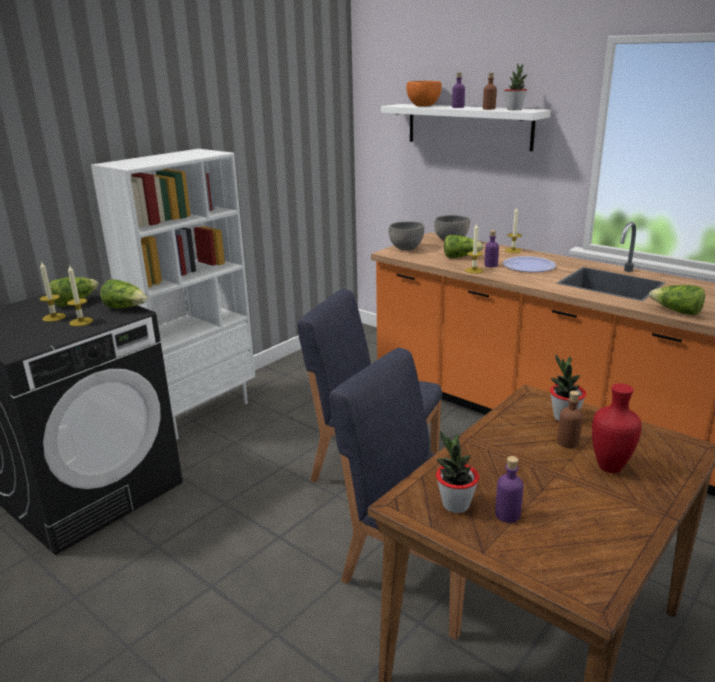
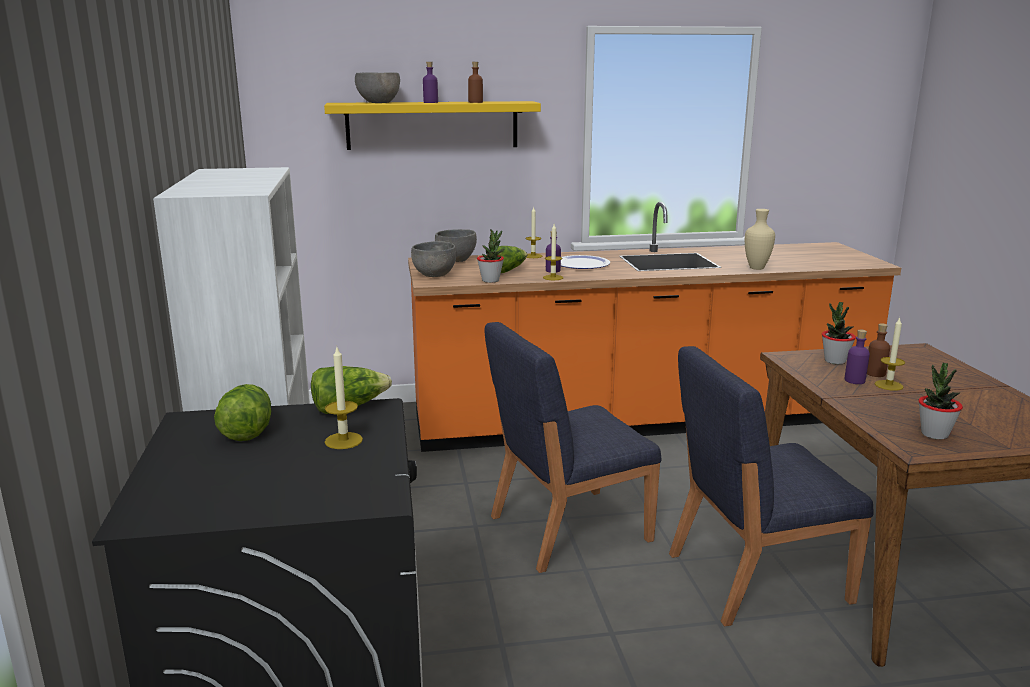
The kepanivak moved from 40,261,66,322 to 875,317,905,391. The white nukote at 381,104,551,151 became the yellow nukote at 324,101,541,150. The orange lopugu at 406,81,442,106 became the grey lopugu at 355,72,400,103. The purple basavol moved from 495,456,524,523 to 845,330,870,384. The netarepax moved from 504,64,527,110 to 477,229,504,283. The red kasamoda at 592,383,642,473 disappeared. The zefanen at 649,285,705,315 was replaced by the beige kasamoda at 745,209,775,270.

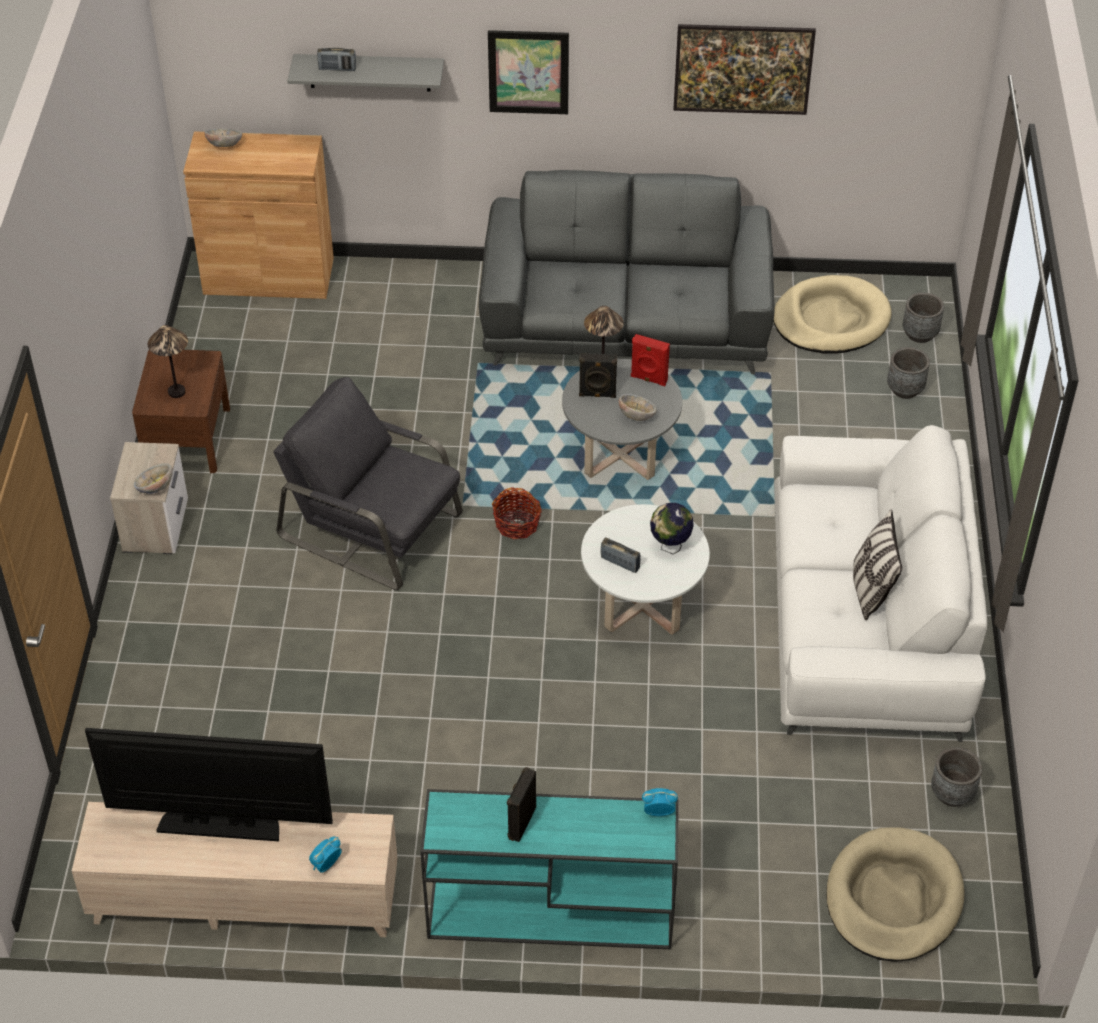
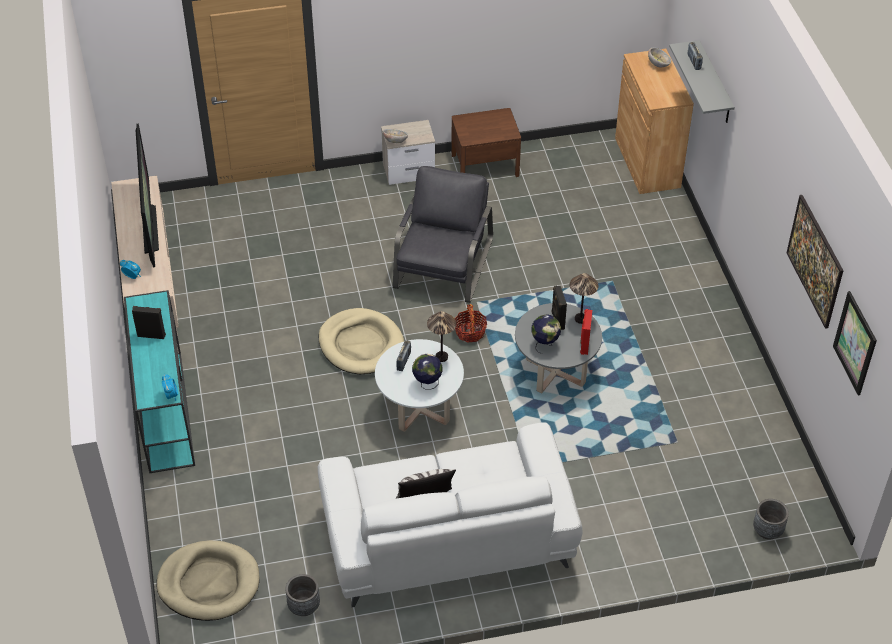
The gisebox moved from 148,325,188,398 to 427,311,457,362. The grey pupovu at 479,170,774,374 disappeared. The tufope moved from 488,30,569,114 to 833,291,877,395. The lopugu at 619,394,656,421 was replaced by the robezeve at 531,314,561,354. The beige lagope moved from 773,275,892,354 to 319,308,404,374. The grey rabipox at 887,347,930,399 disappeared.

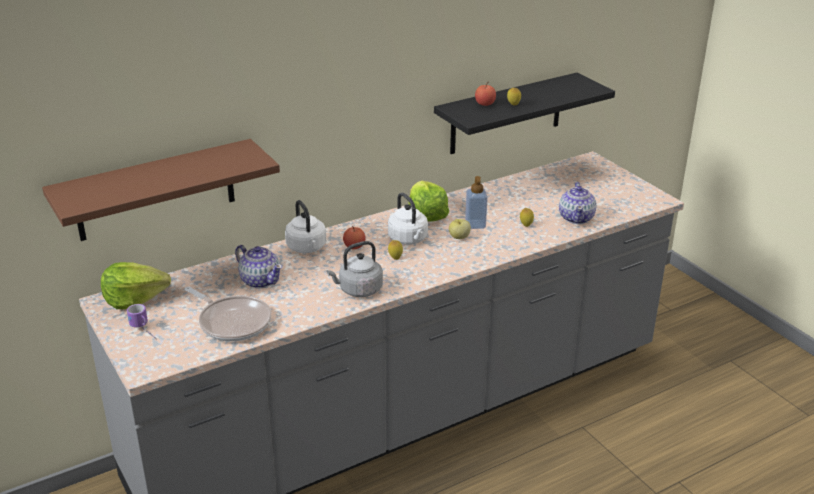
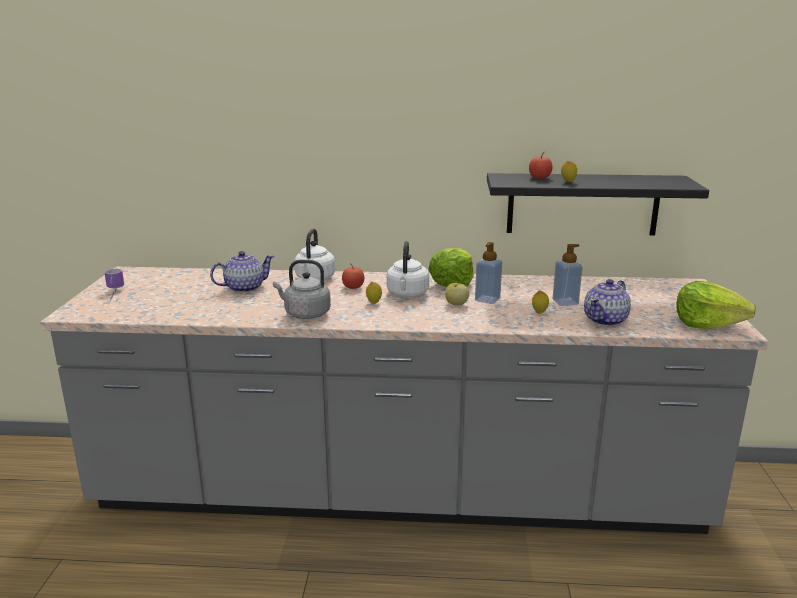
The brown nukote at 42,139,280,241 disappeared. The zefanen moved from 101,262,171,309 to 676,281,756,329. The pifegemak at 185,287,271,342 disappeared. The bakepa at 235,245,282,288 turned 105 degrees counterclockwise. The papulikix at 553,244,583,306 appeared.

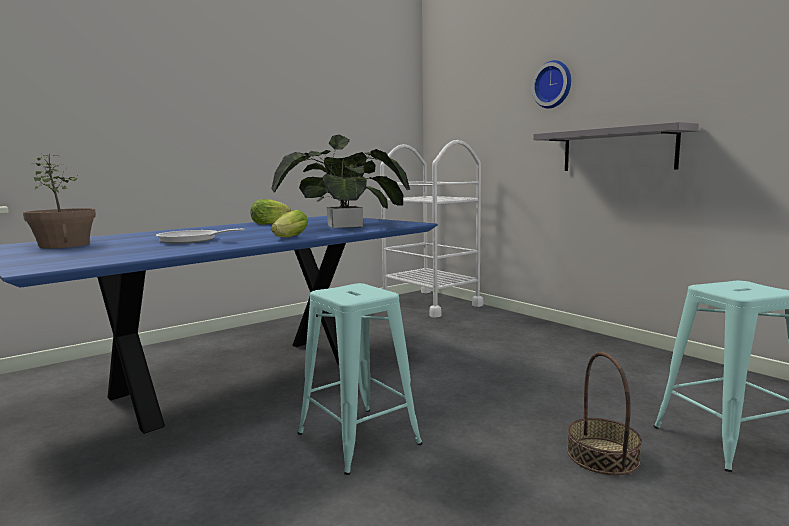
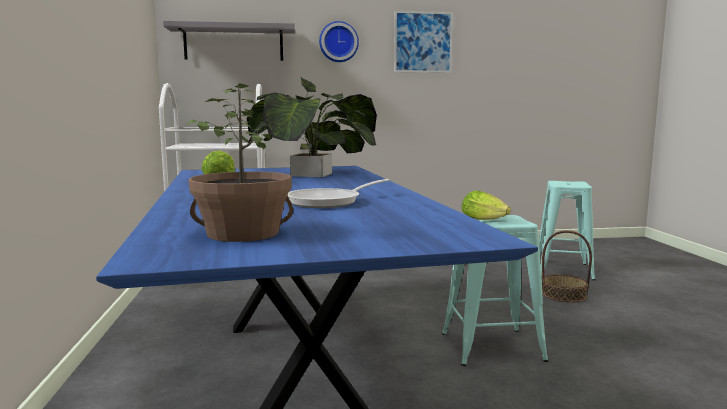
The zefanen moved from 271,210,308,237 to 462,191,511,220. The grey nukote moved from 533,122,699,171 to 163,21,295,61. The tufope at 394,11,453,73 appeared.

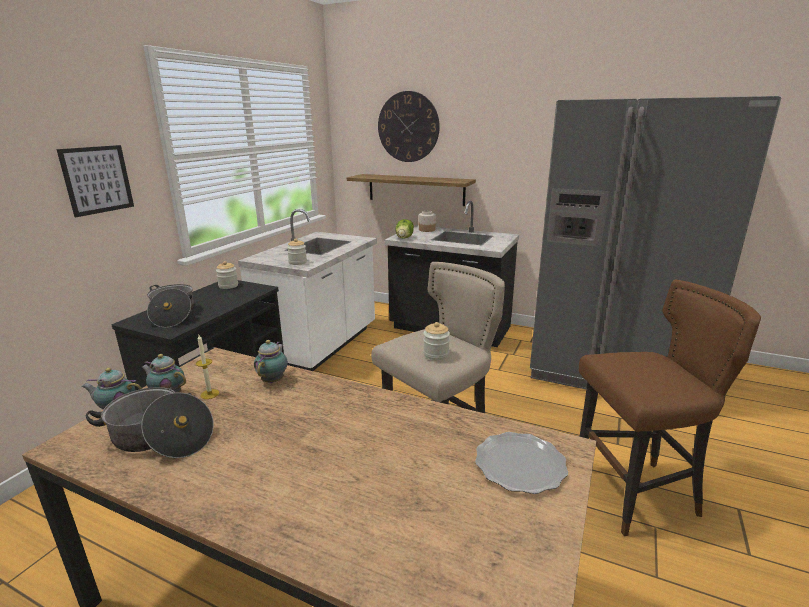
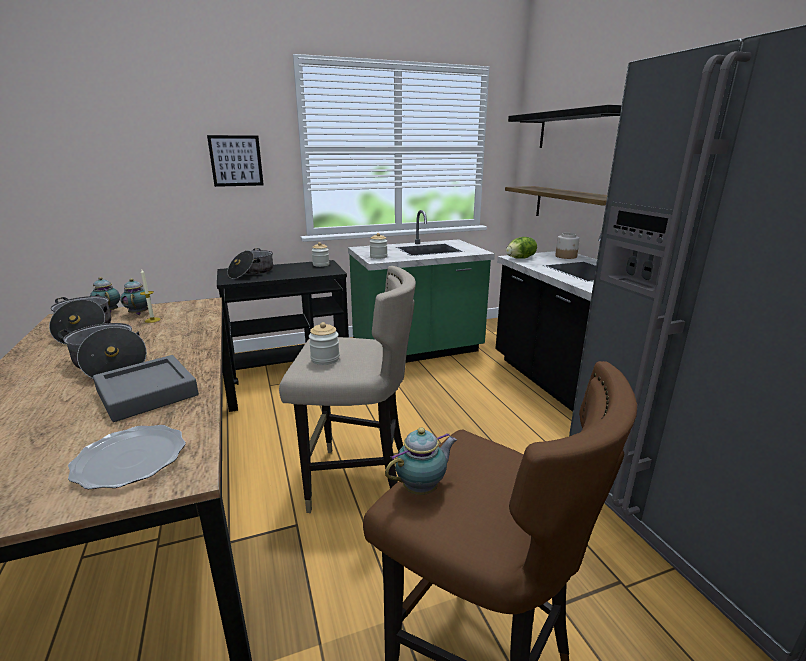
The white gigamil at 238,209,377,371 became the green gigamil at 348,210,495,363. The bakepa moved from 254,340,288,383 to 385,427,457,495. The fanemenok at 378,91,440,162 was replaced by the black nukote at 508,105,622,148. The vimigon at 58,323,147,379 appeared. The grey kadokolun at 93,355,199,422 appeared.

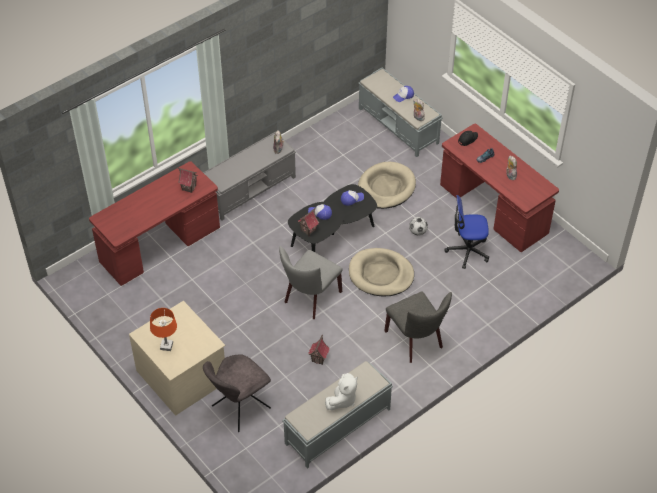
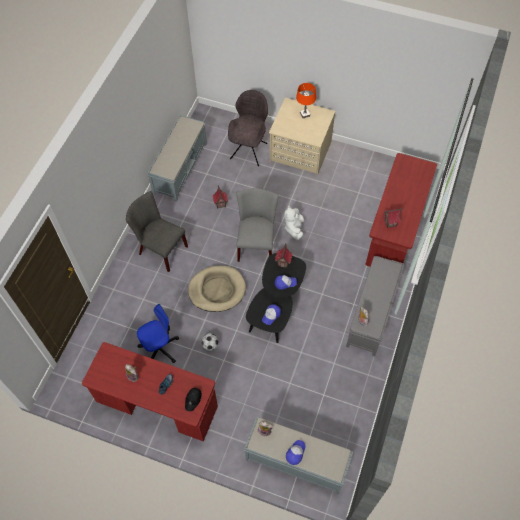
The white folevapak moved from 325,373,358,410 to 284,206,304,240. The beige lagope at 358,161,416,209 disappeared.

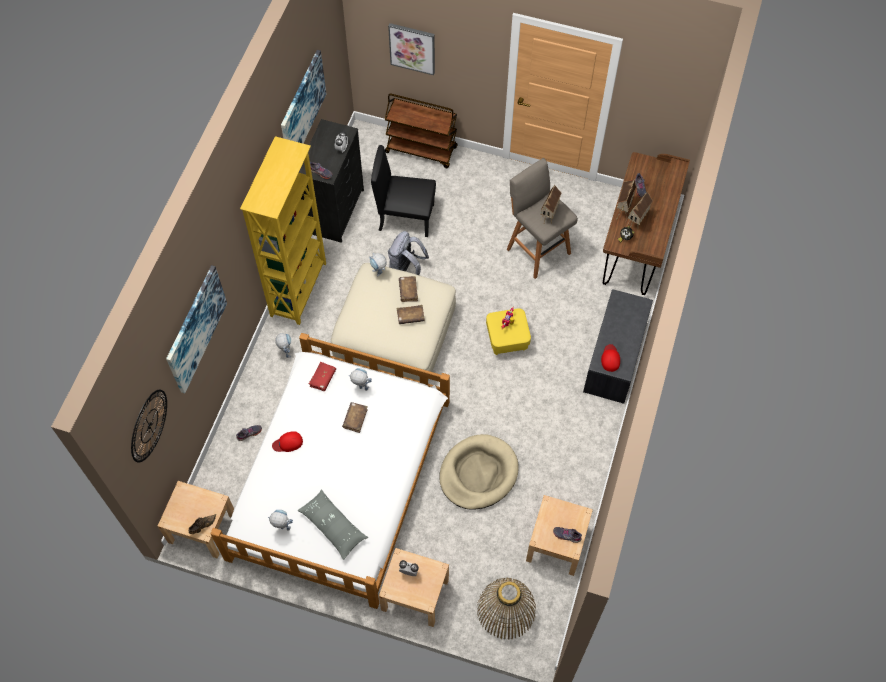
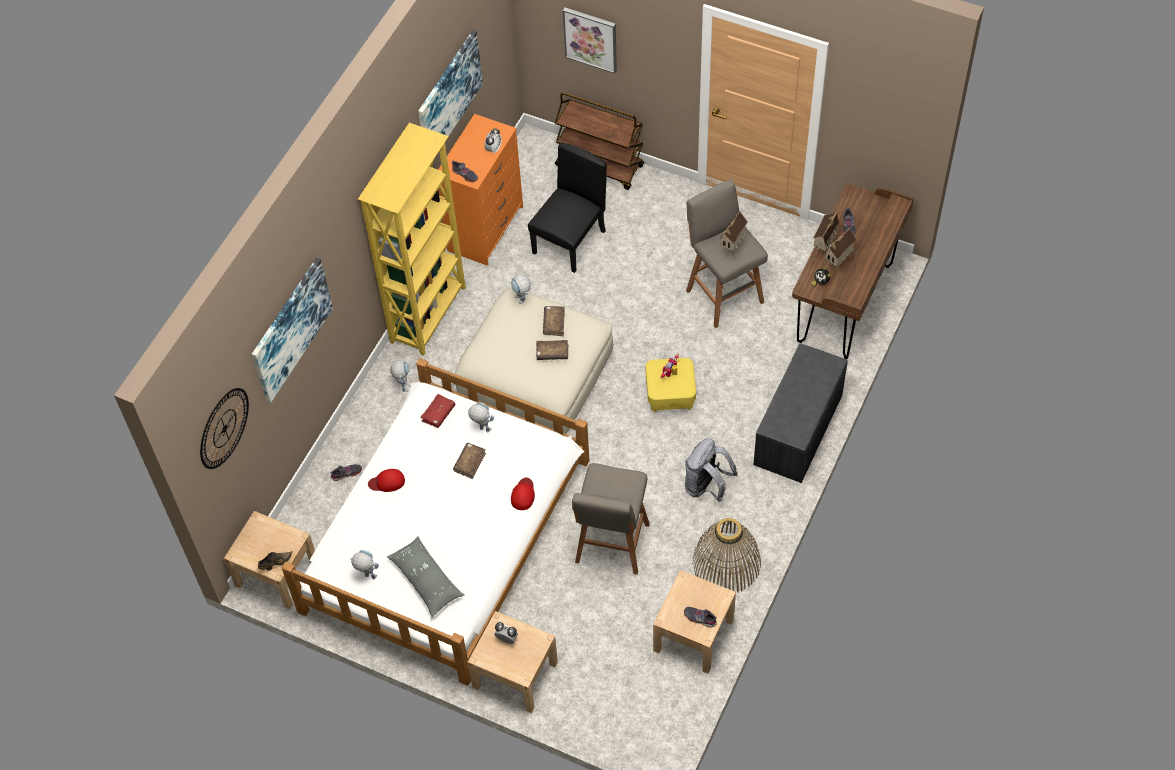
The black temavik at 299,119,364,243 became the orange temavik at 438,114,523,266. The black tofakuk at 371,145,436,237 turned 105 degrees clockwise. The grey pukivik moved from 388,231,429,275 to 685,438,738,502. The beige lagope at 439,434,519,510 was replaced by the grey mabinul at 572,463,650,575. The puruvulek moved from 477,578,536,640 to 692,518,761,592. The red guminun moved from 601,344,620,372 to 511,477,535,510.

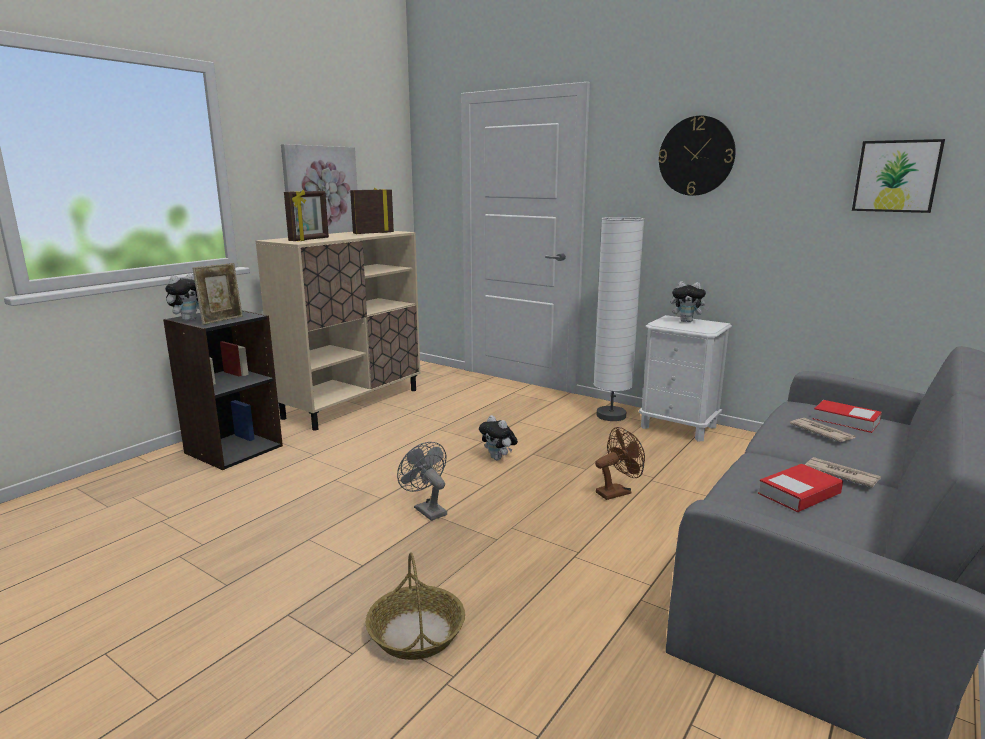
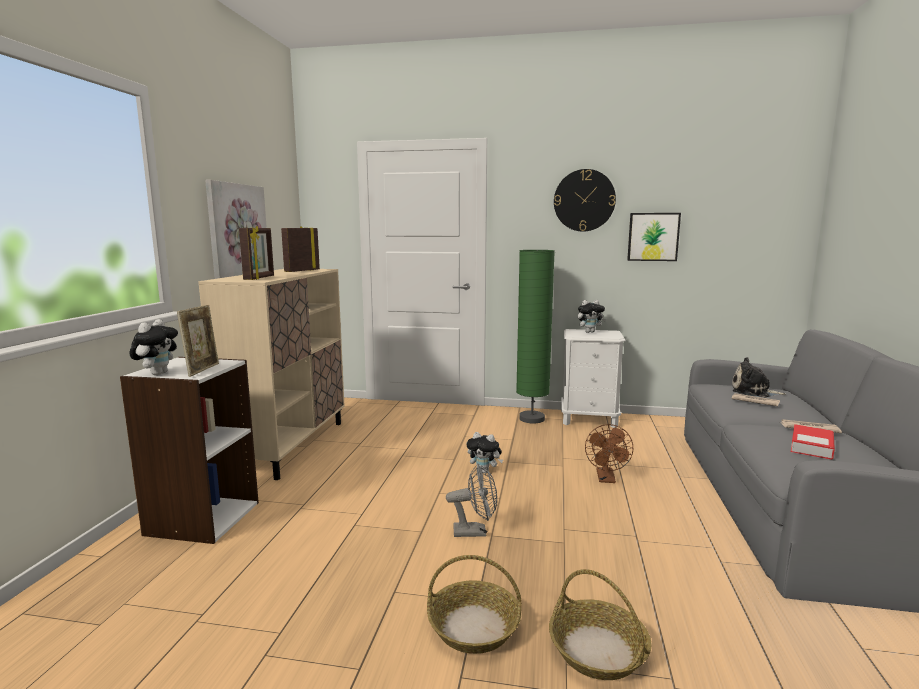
The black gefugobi at 163,310,283,470 became the white gefugobi at 120,357,259,544. The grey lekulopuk at 397,442,447,521 turned 150 degrees clockwise. The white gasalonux at 594,217,644,421 became the green gasalonux at 516,250,555,423. The brown lekulopuk at 595,427,645,500 turned 150 degrees clockwise. The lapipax at 813,400,882,433 was replaced by the folevapak at 732,357,786,397. The tufope moved from 852,139,945,213 to 627,213,681,261. The puruvulek at 427,555,522,654 appeared.

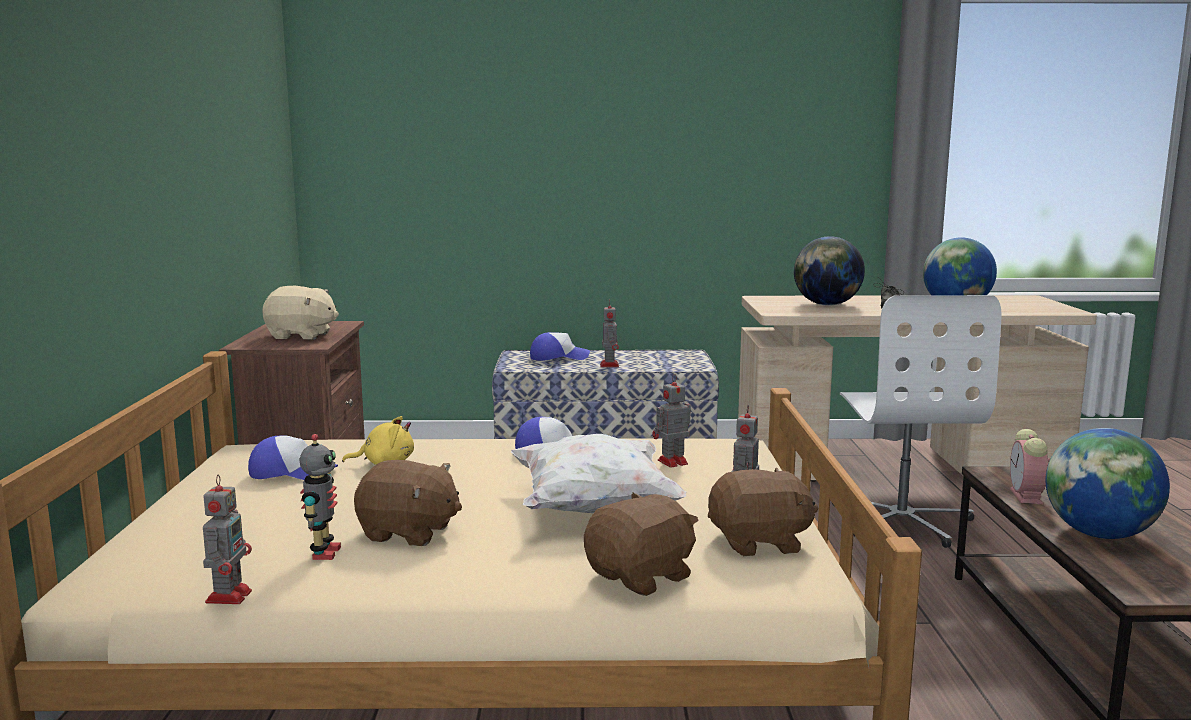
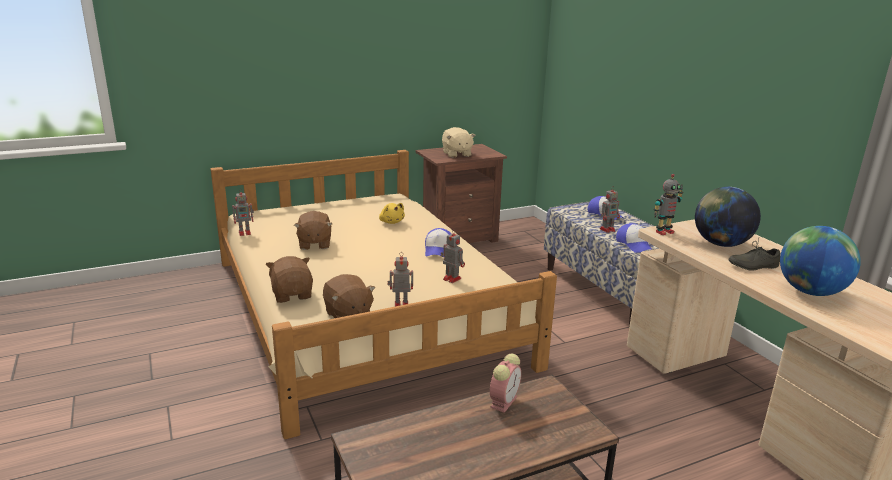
The guminun moved from 248,435,338,480 to 616,223,653,253. The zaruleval moved from 299,434,341,560 to 654,174,683,235. The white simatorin at 511,434,687,513 disappeared. The brown folevapak at 584,493,699,596 turned 135 degrees counterclockwise. The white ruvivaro at 832,295,1002,548 disappeared. The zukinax at 1010,429,1050,504 turned 135 degrees clockwise. The robezeve at 1046,428,1170,539 disappeared.

